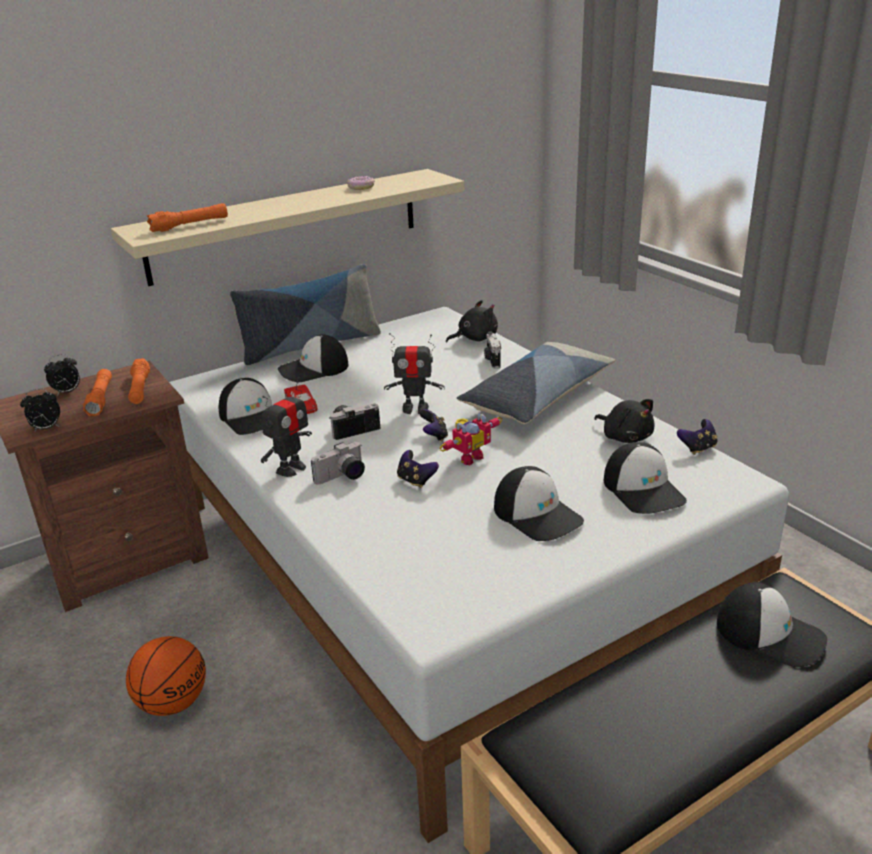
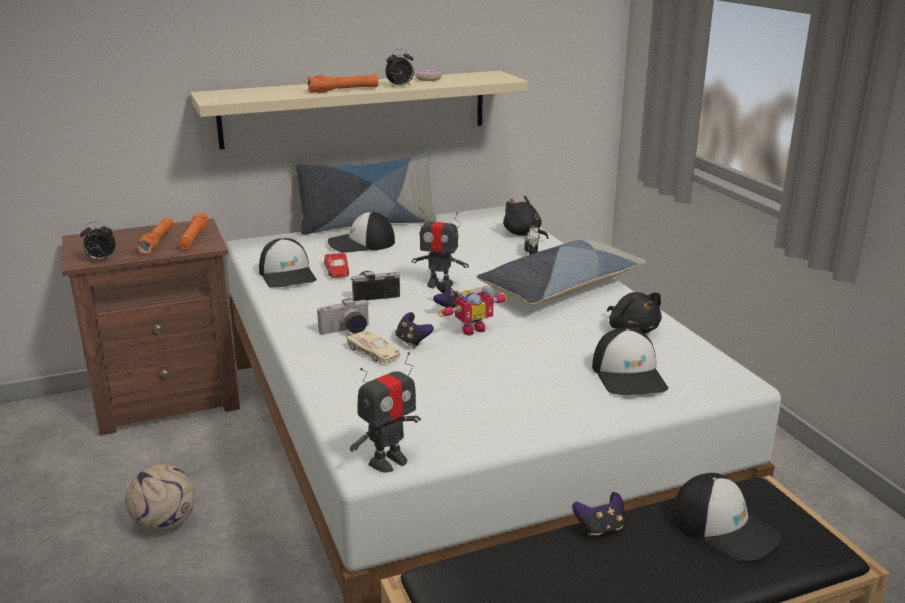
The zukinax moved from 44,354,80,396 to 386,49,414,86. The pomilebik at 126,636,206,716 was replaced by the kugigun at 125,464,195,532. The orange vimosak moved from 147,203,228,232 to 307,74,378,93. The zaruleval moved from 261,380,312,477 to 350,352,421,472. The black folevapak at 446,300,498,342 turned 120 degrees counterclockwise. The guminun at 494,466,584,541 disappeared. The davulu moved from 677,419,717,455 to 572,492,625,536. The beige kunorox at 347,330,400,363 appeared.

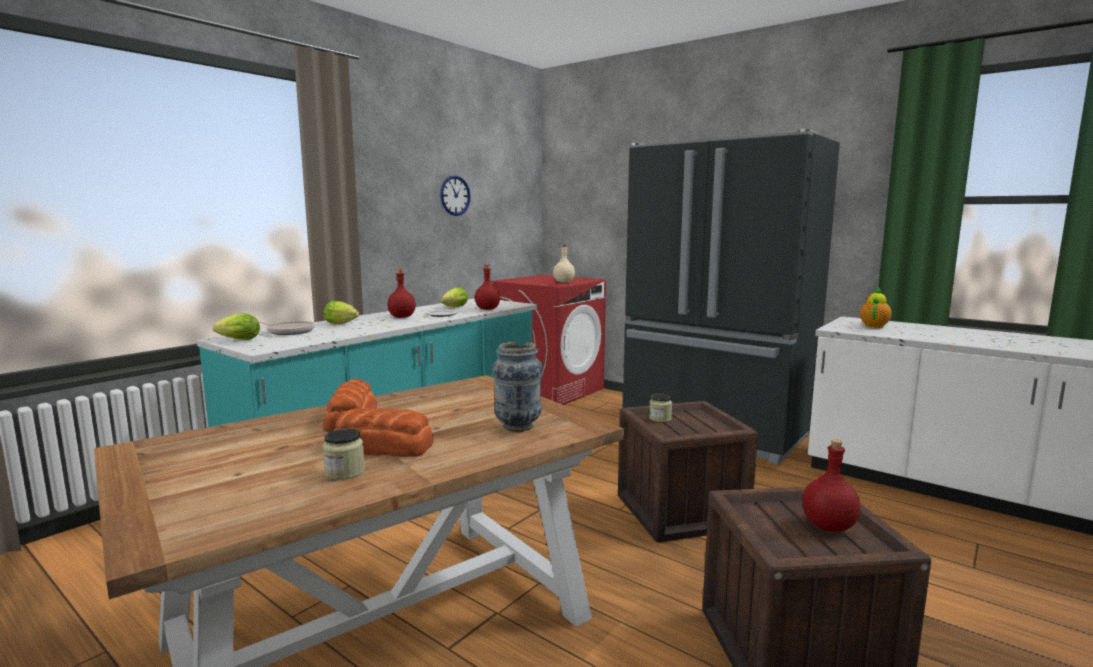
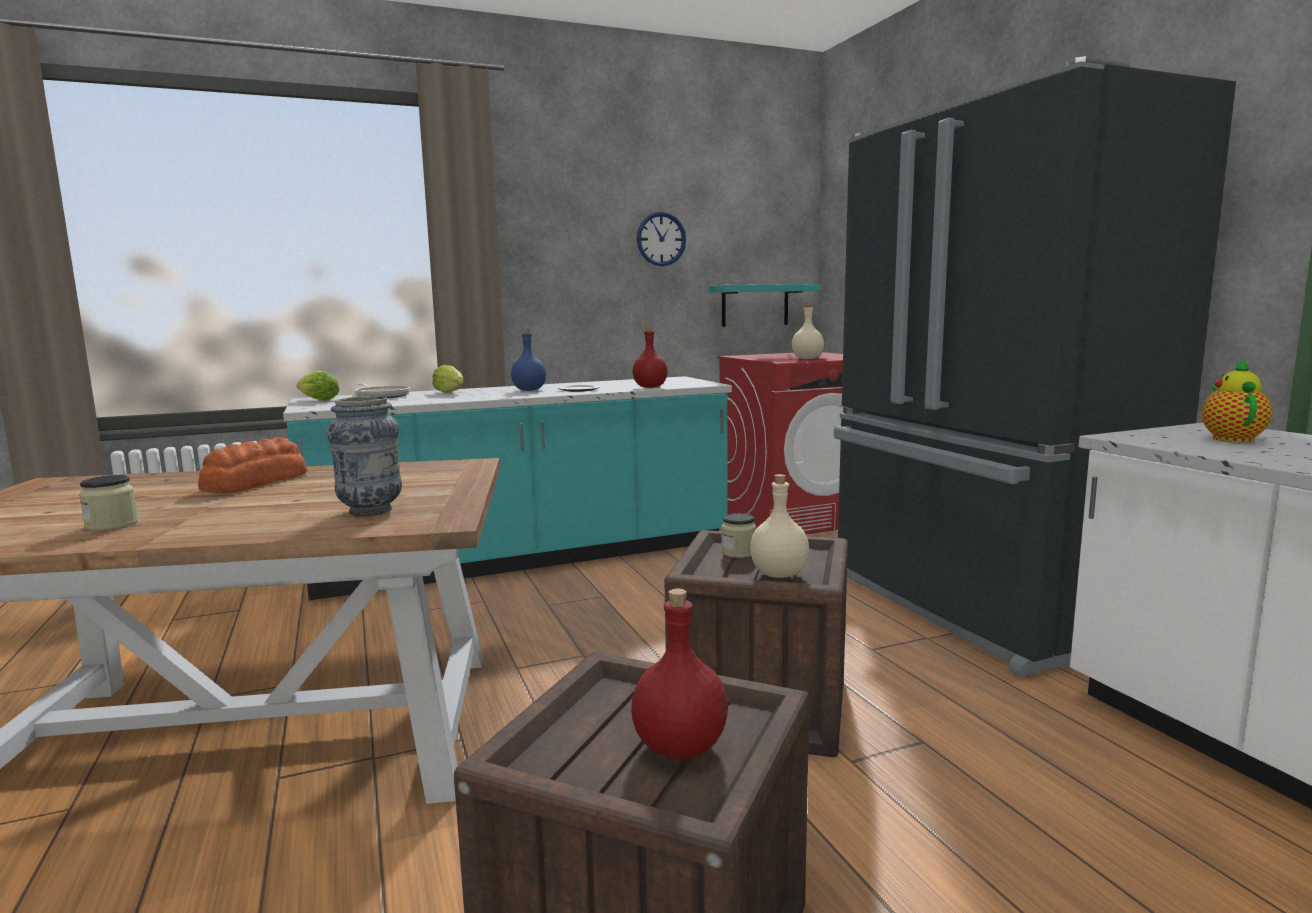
The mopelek at 335,408,434,457 disappeared. The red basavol at 387,269,416,318 became the blue basavol at 511,329,546,391. The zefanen at 440,287,468,307 disappeared. The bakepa at 860,287,892,328 turned 45 degrees counterclockwise. The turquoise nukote at 708,284,819,327 appeared. The beige basavol at 750,474,809,578 appeared.

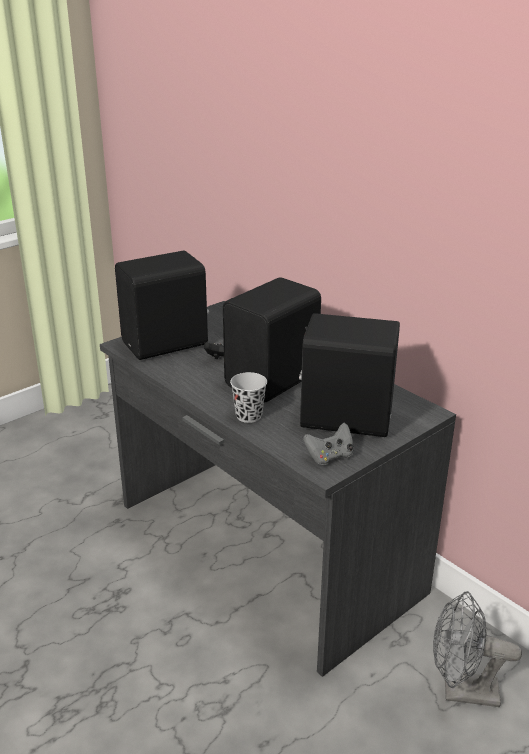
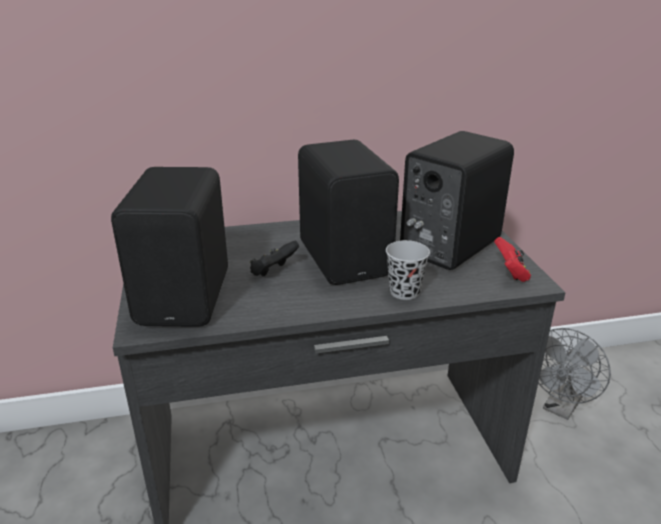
The grey davulu at 303,423,353,466 became the red davulu at 494,237,531,282.

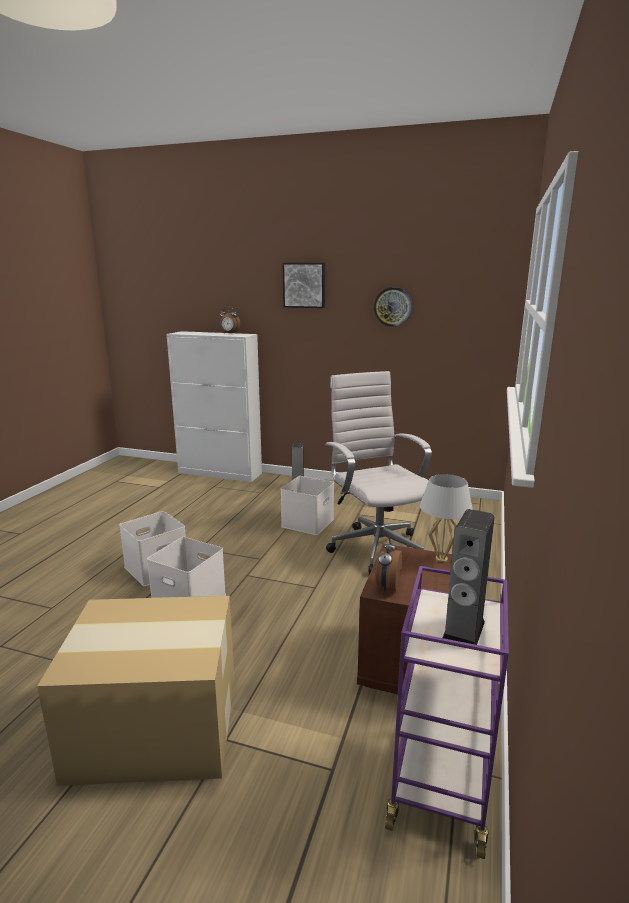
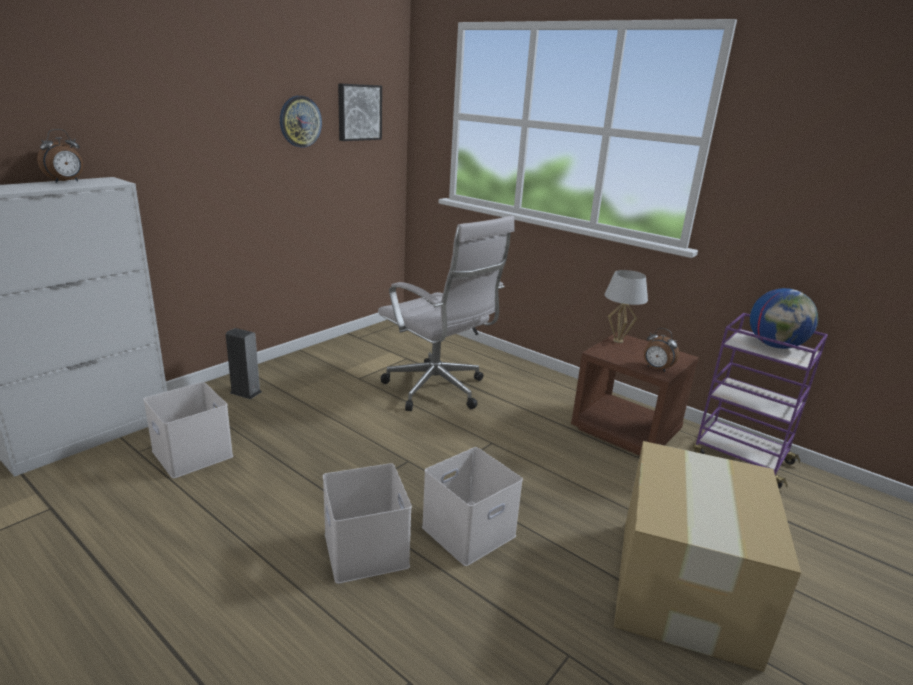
The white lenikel moved from 281,476,334,535 to 143,382,233,478. The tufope moved from 282,263,325,308 to 338,83,382,141. The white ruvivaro at 325,371,432,575 turned 135 degrees counterclockwise. The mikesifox at 442,509,495,645 was replaced by the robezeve at 750,288,818,349.

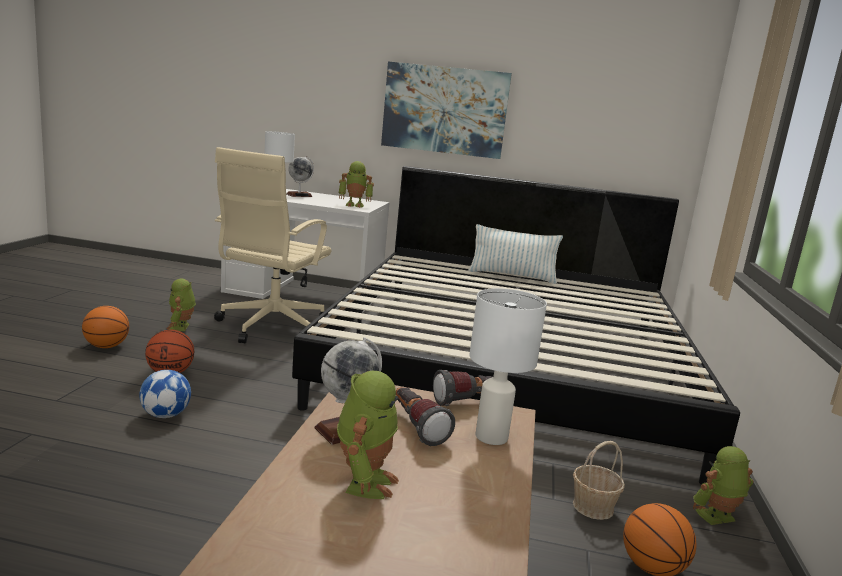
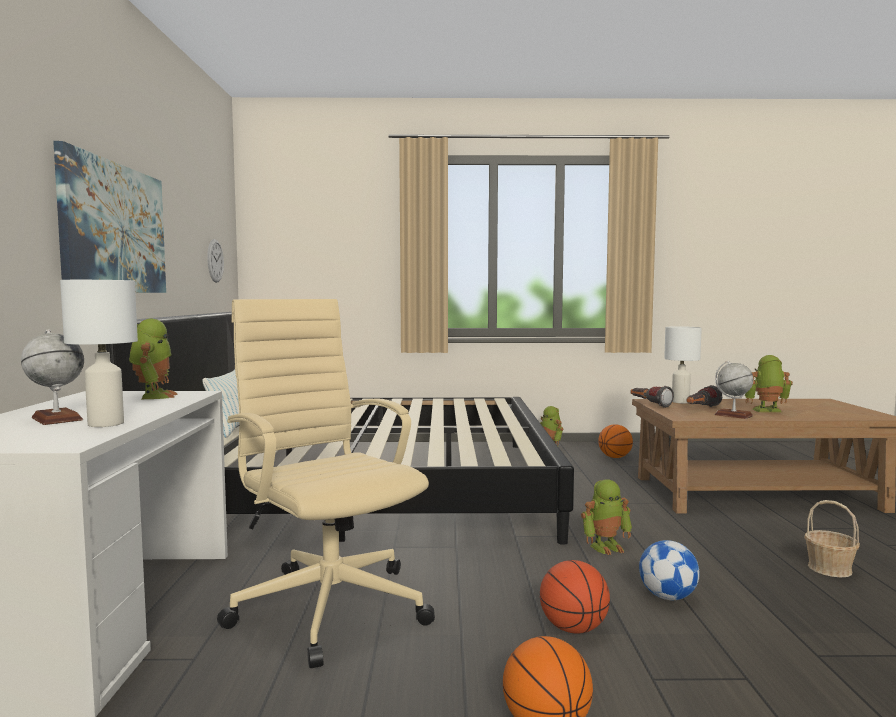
The zaruleval moved from 166,279,196,331 to 581,479,632,555. The beige ruvivaro at 214,147,331,344 turned 135 degrees counterclockwise. The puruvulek moved from 573,441,625,520 to 804,500,860,577. The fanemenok at 207,239,224,283 appeared.

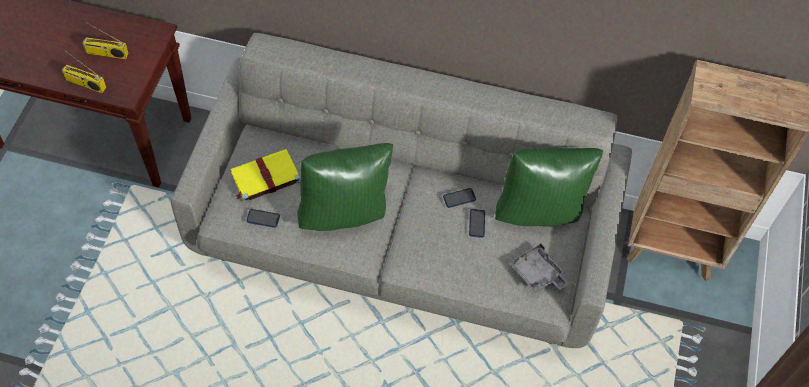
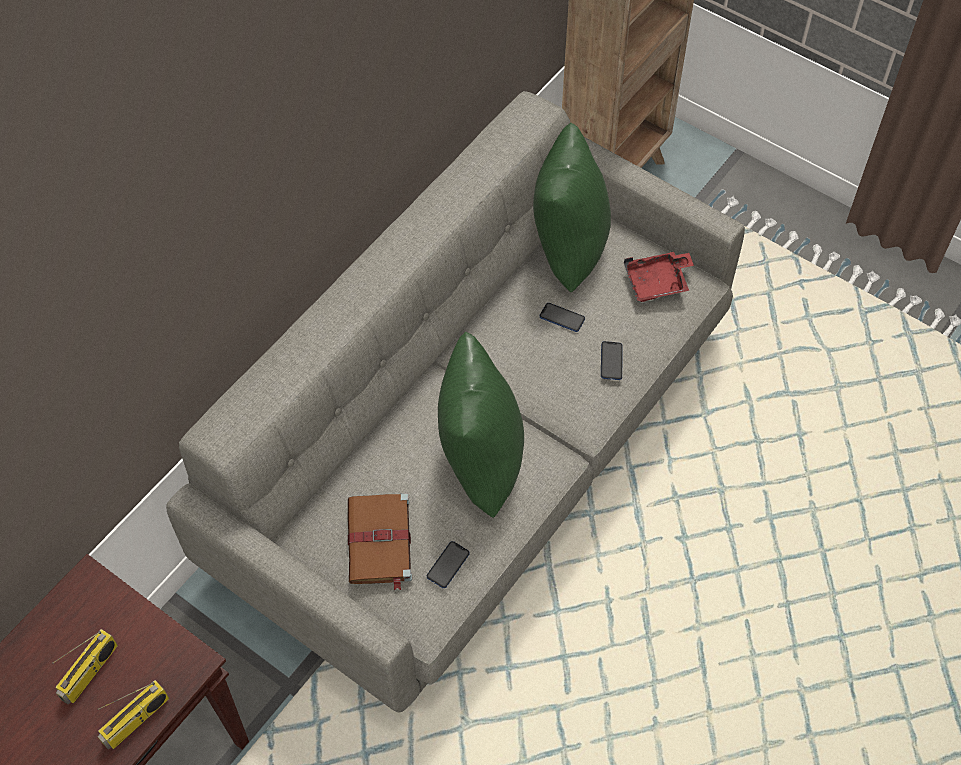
The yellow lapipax at 230,149,300,203 became the brown lapipax at 348,493,412,590. The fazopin moved from 443,188,476,208 to 601,341,623,380. The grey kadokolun at 510,243,569,293 became the red kadokolun at 624,252,694,302.

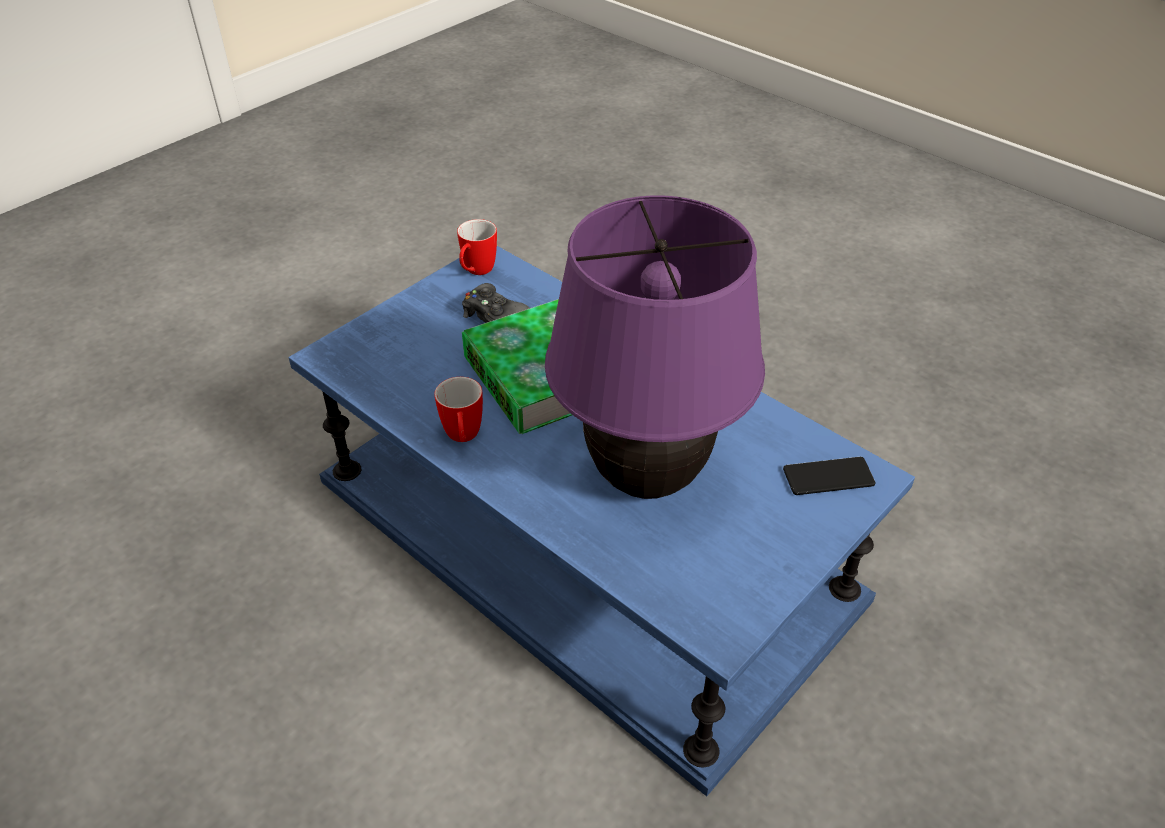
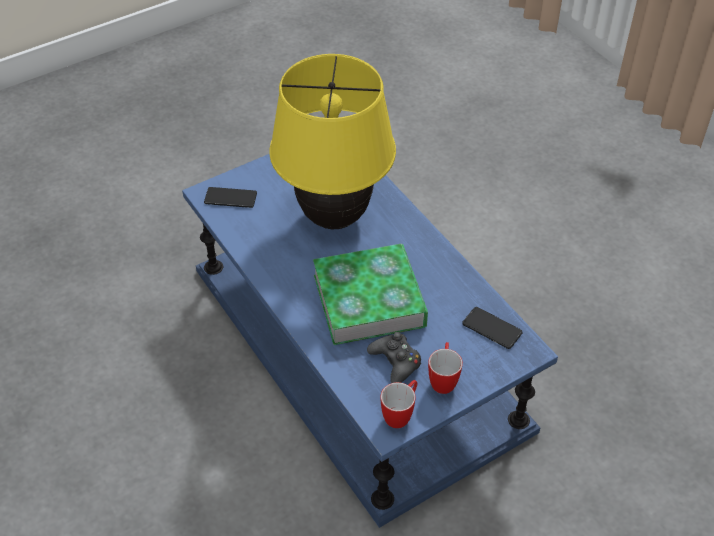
The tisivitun moved from 434,377,483,442 to 428,342,463,394. The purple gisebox at 545,196,765,499 became the yellow gisebox at 270,54,396,229. The fazopin at 462,307,523,349 appeared.

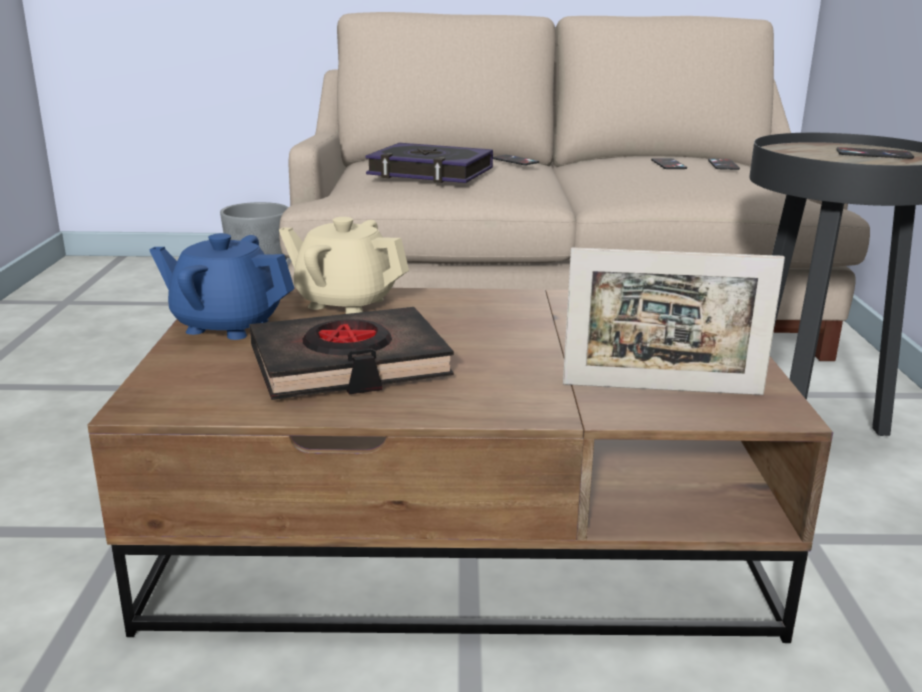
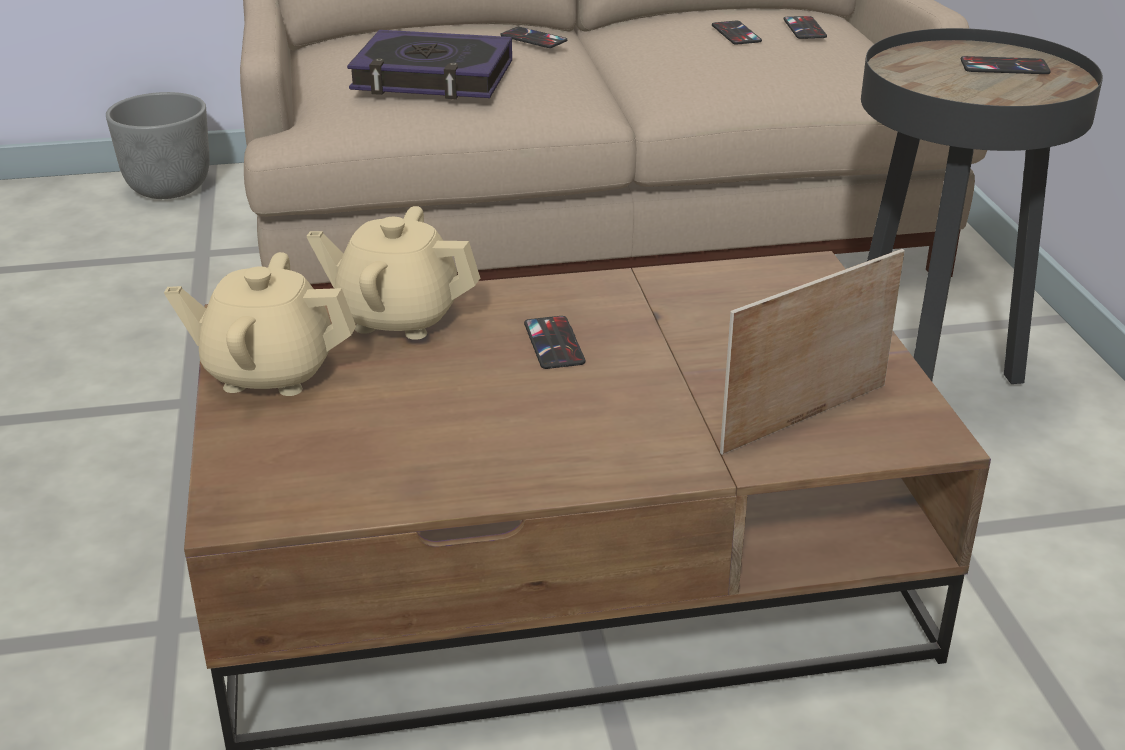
The blue bakepa at 149,233,295,340 became the beige bakepa at 164,252,356,396. The black lapipax at 250,307,454,400 disappeared. The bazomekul at 563,248,785,395 turned 150 degrees clockwise. The fazopin at 524,316,586,369 appeared.

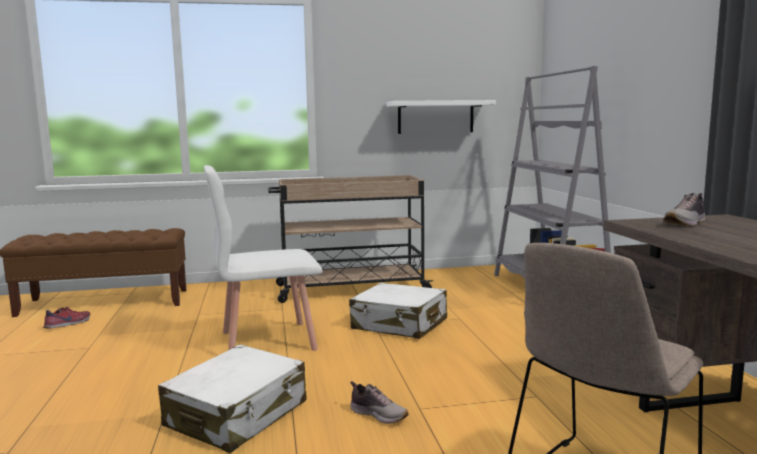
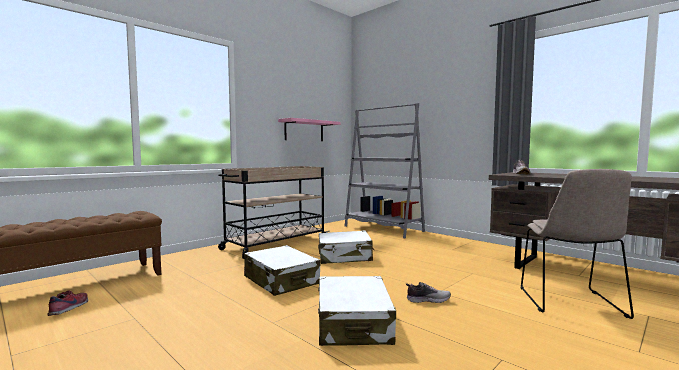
The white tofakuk at 204,165,323,351 was replaced by the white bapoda at 244,245,321,296. The white nukote at 386,100,496,134 became the pink nukote at 278,118,341,141.

